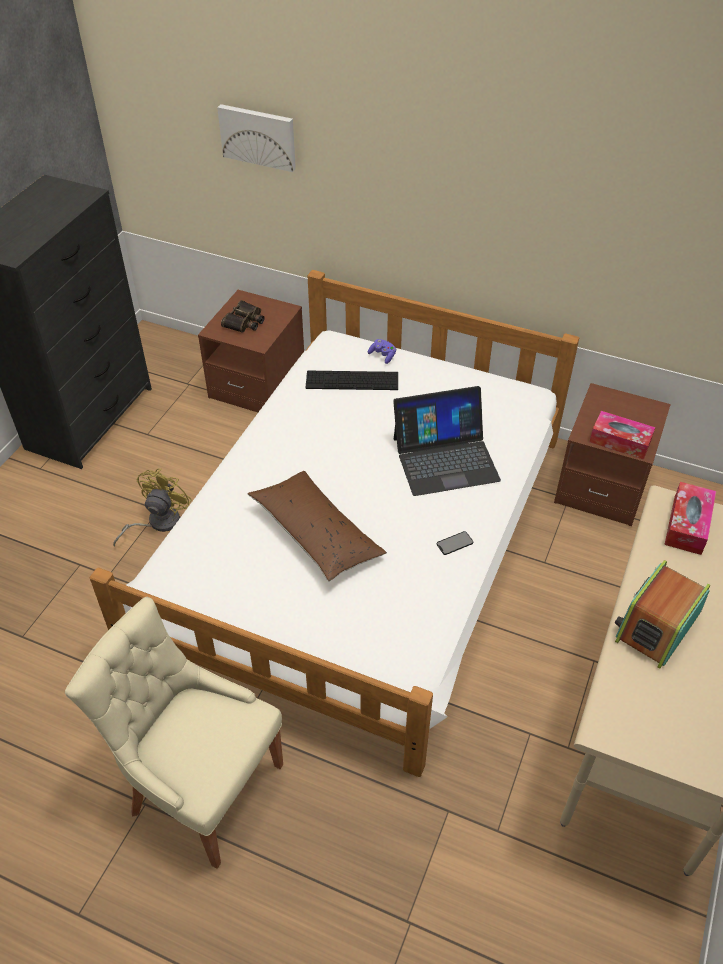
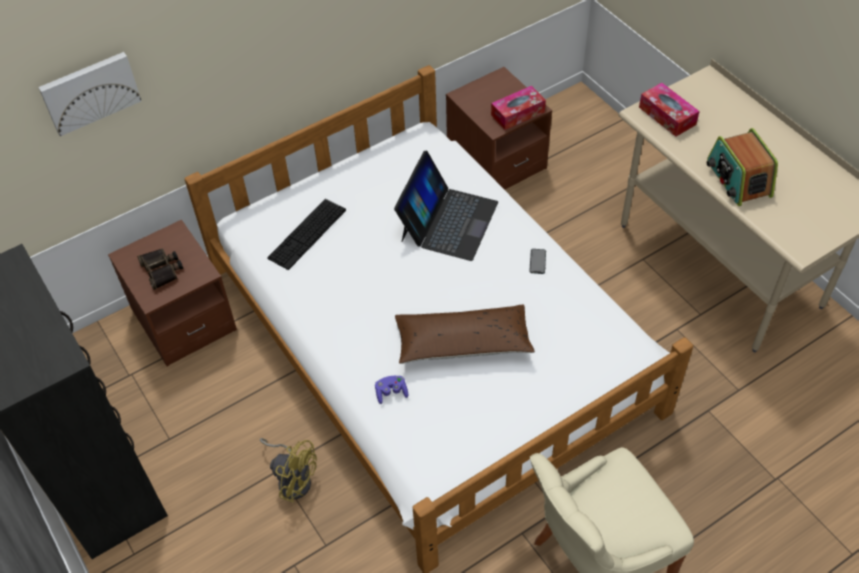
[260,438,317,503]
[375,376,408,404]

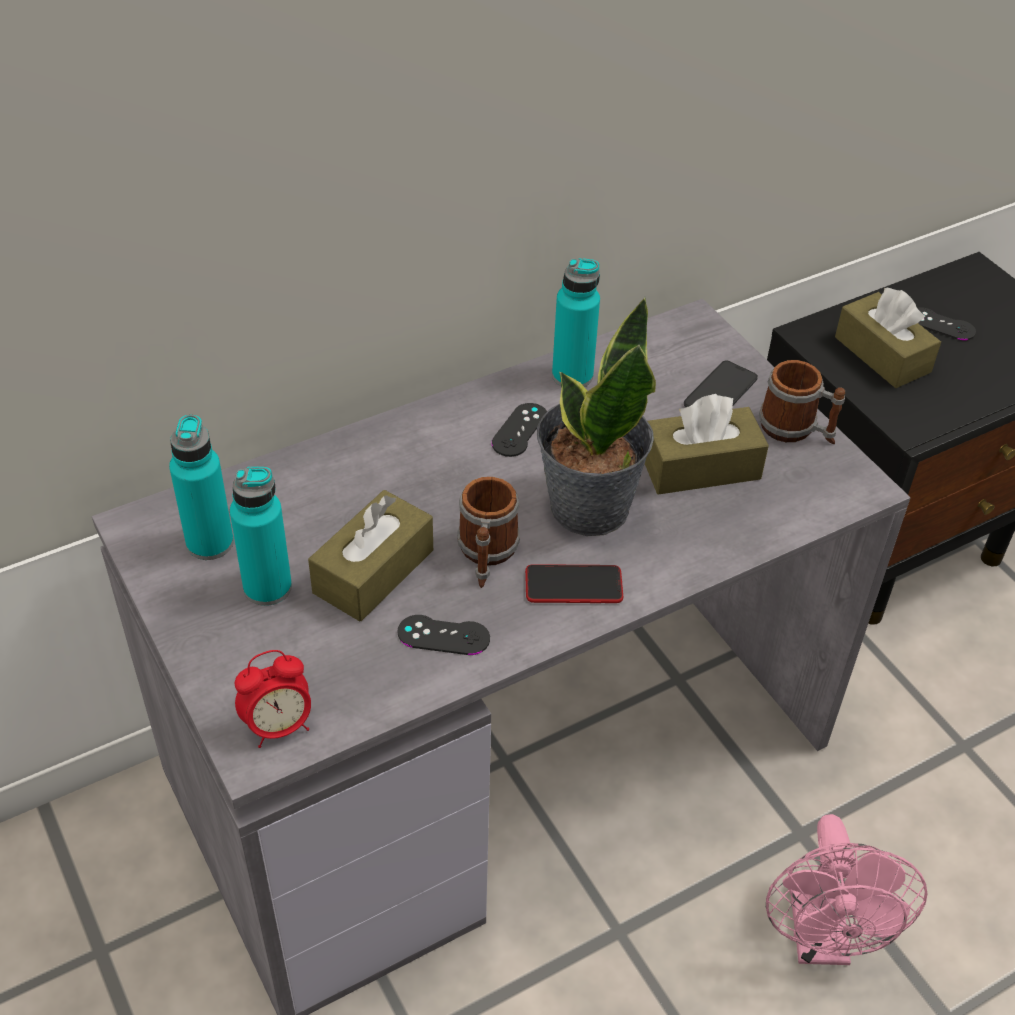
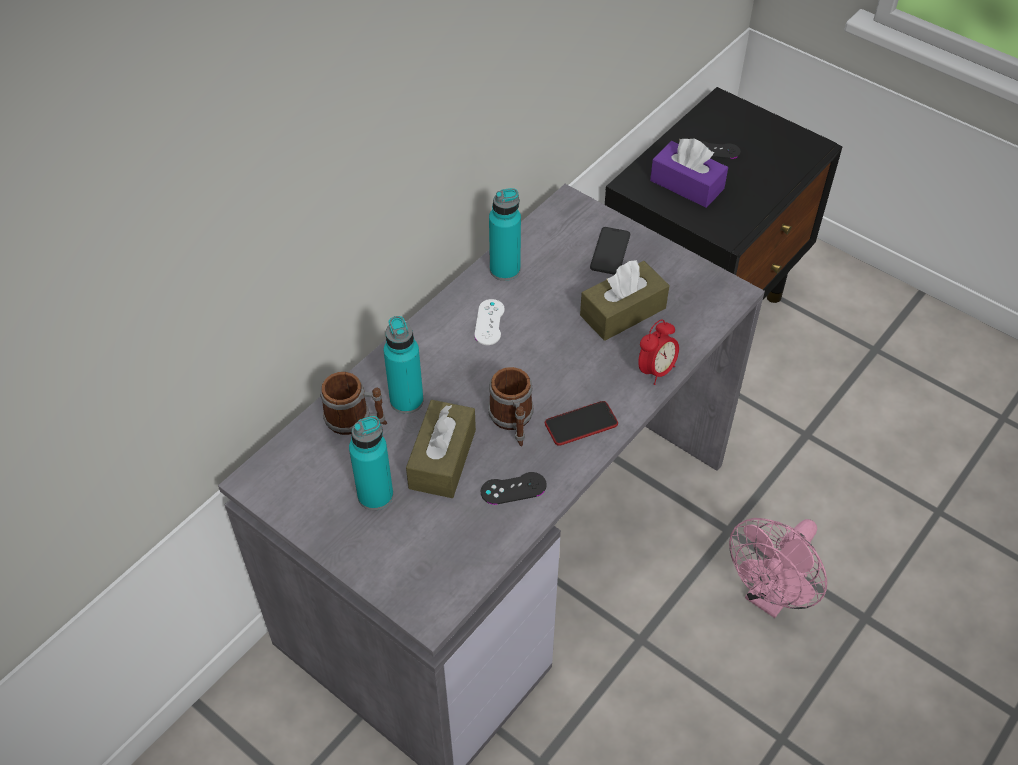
[320,372,387,435]
[384,316,424,414]
[474,299,505,345]
[638,319,679,385]
[650,138,728,208]
[729,518,827,618]
[537,297,656,536] (first image)

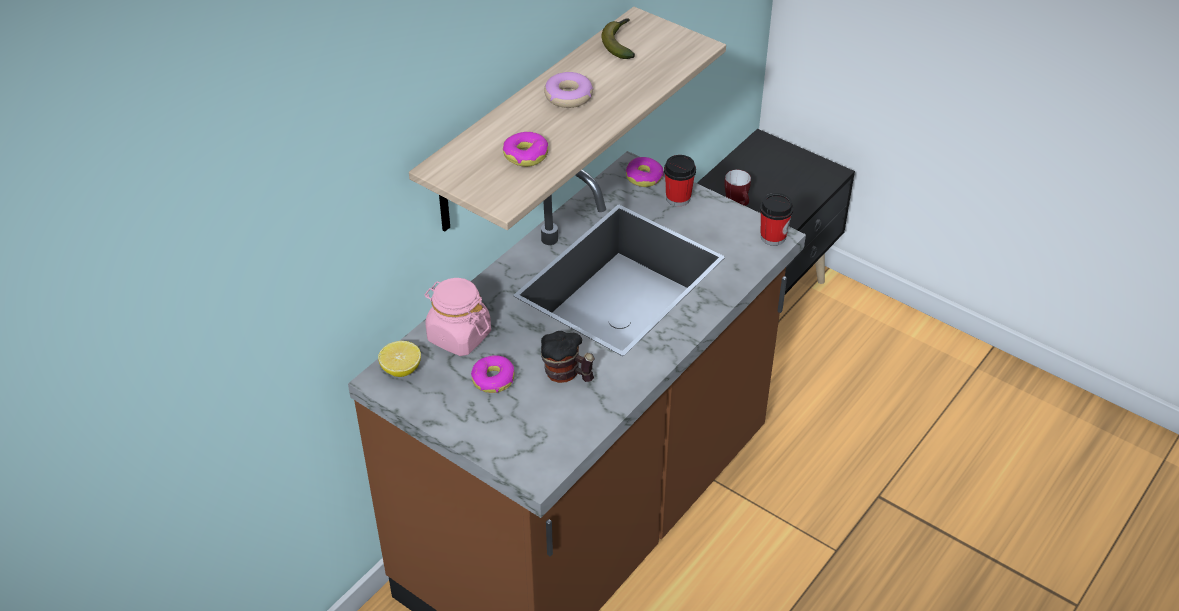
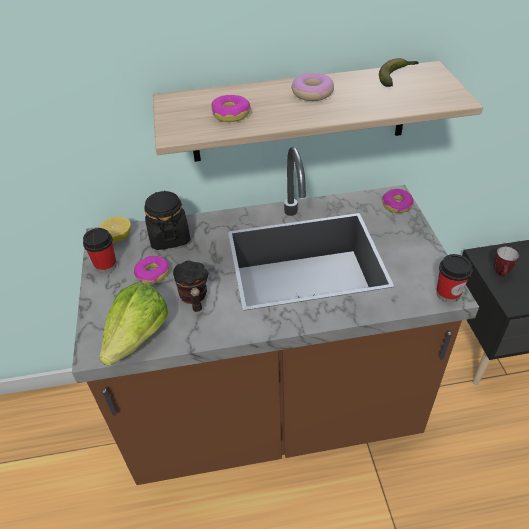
[83,228,117,273]
[99,283,168,366]
[144,190,190,250]

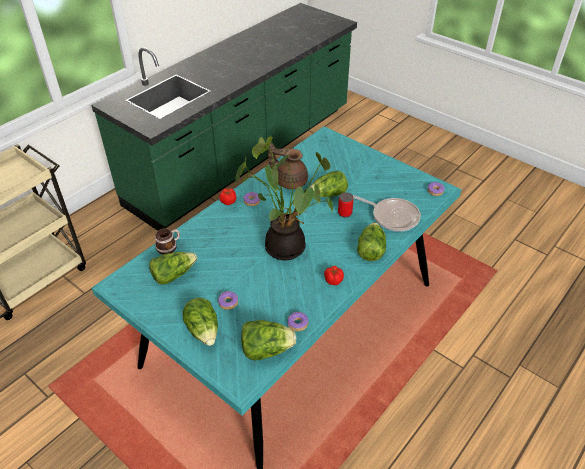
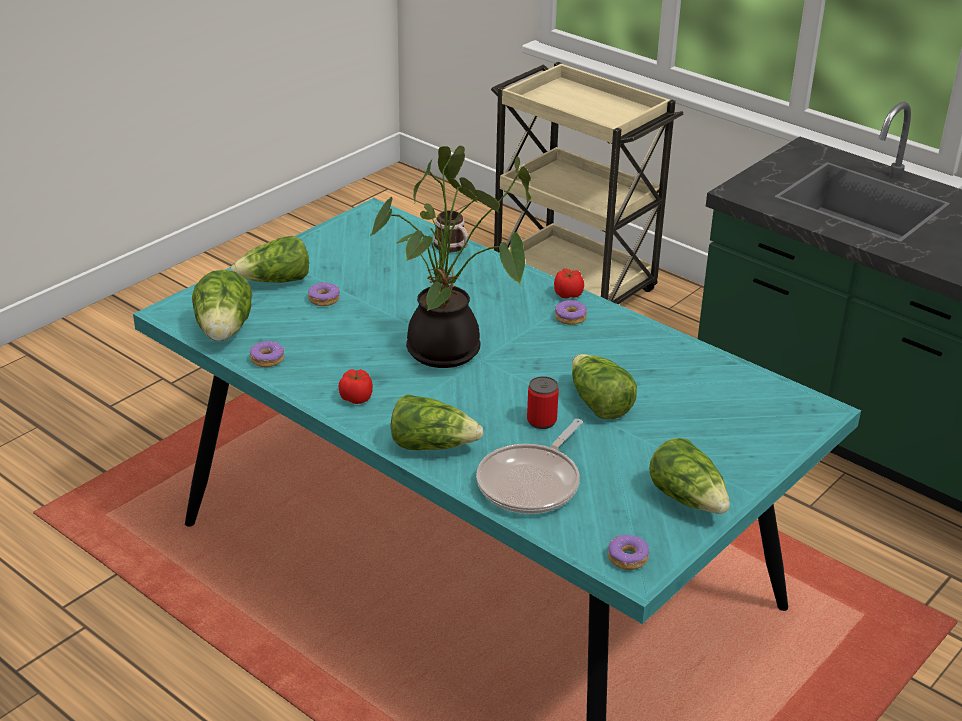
[649,438,730,514]
[268,143,308,189] (first image)

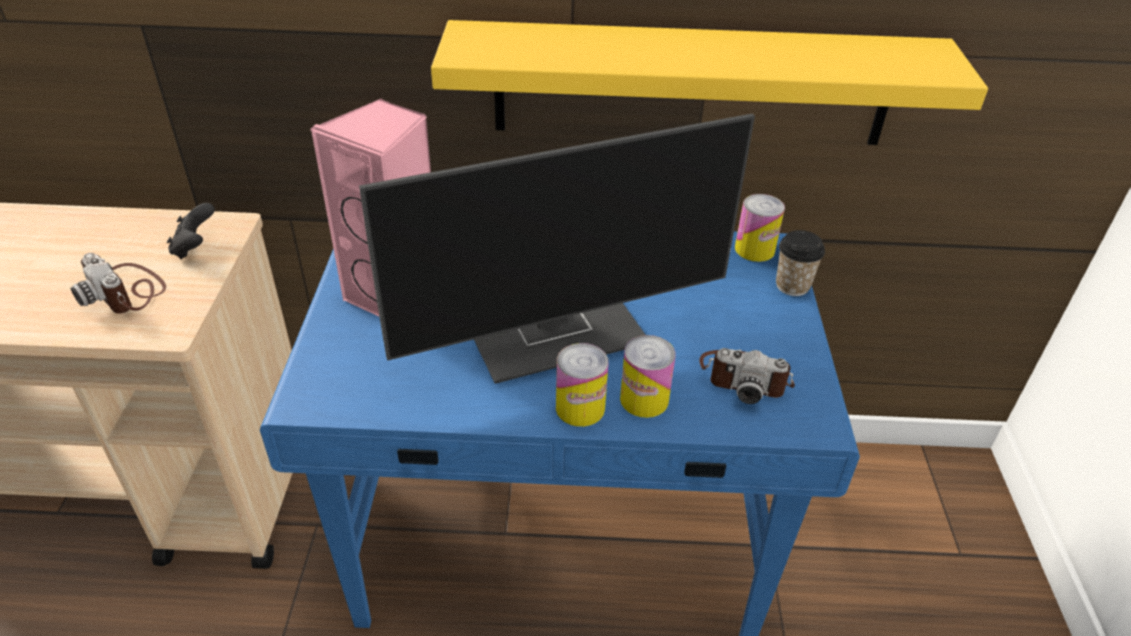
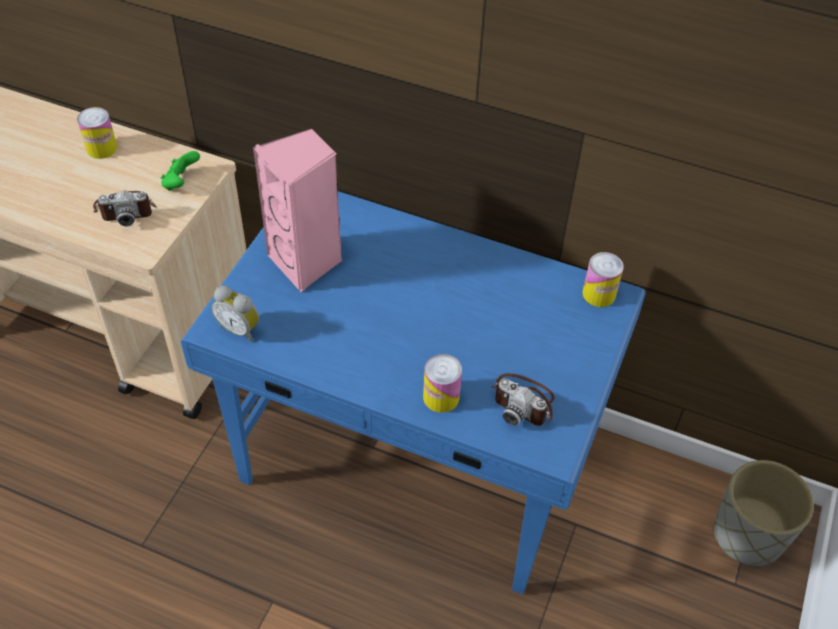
[77,107,117,159]
[93,191,157,227]
[161,151,200,191]
[212,286,259,342]
[714,460,814,567]
[359,114,755,384] (first image)
[431,20,988,145] (first image)
[776,230,825,296] (first image)

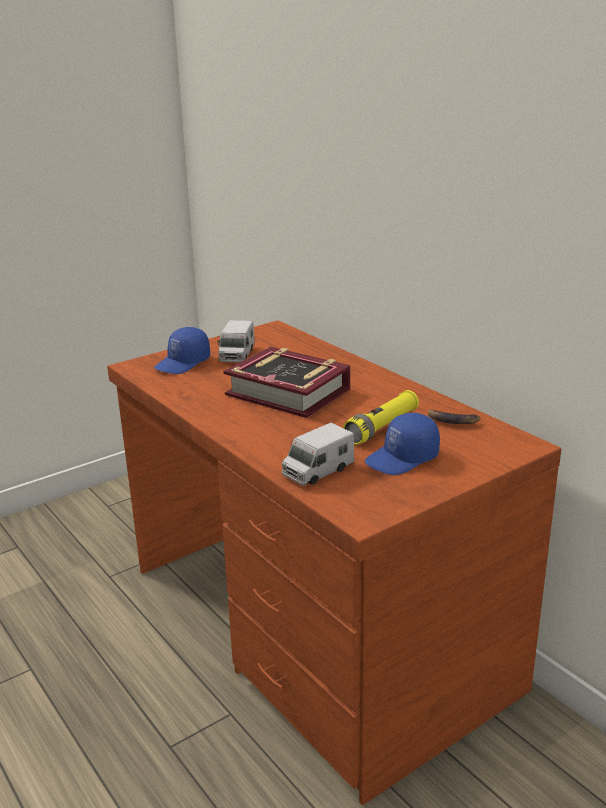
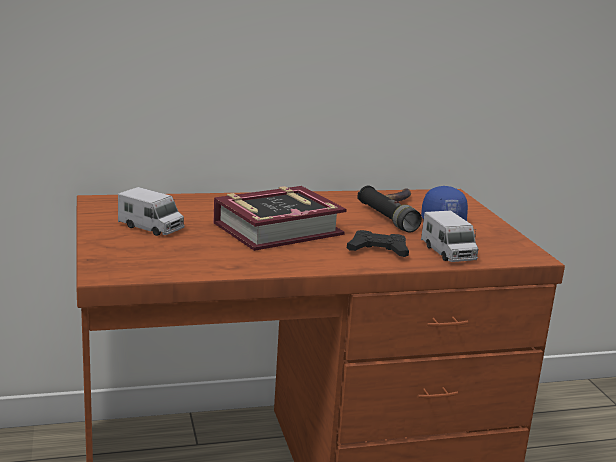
[347,230,409,257]
[357,186,422,233]
[154,327,210,374] (first image)

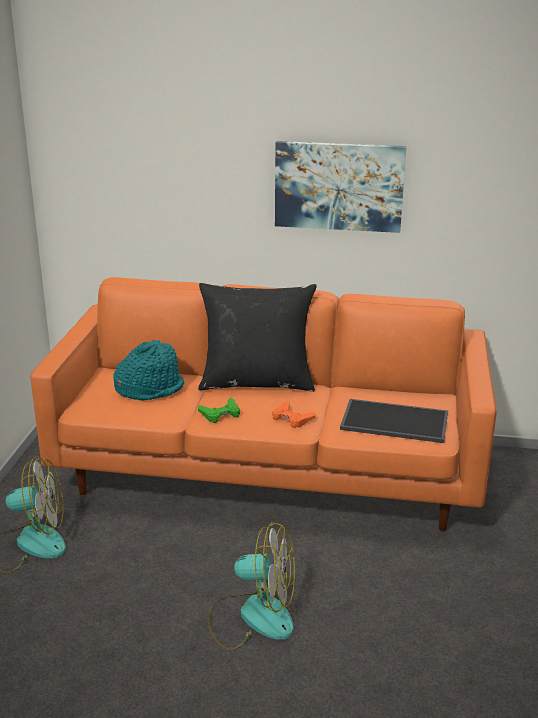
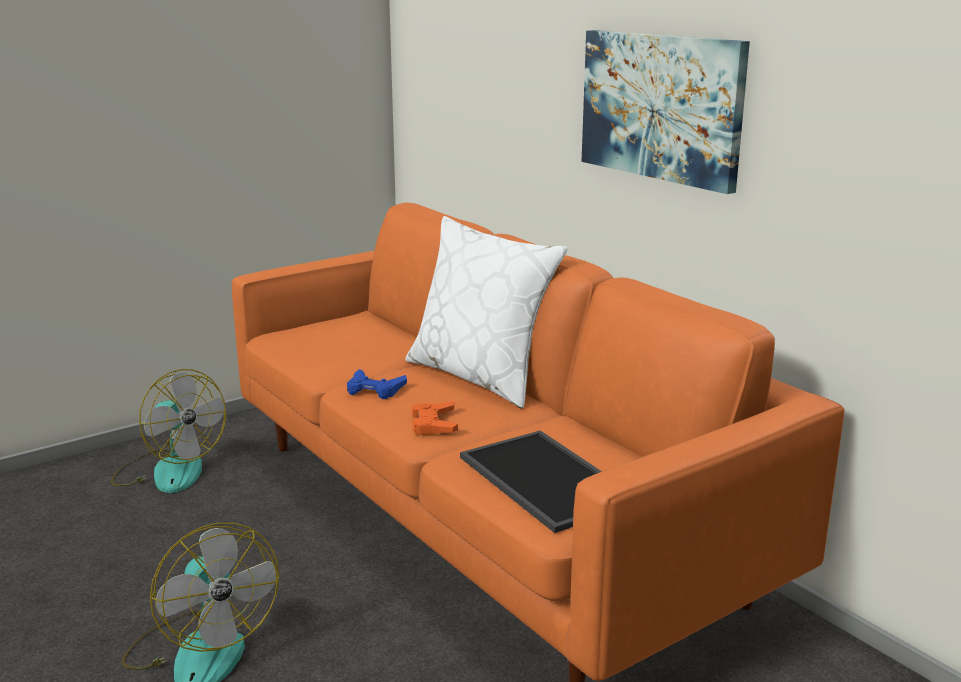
[347,369,407,399]
[405,216,568,409]
[113,340,184,401] (first image)

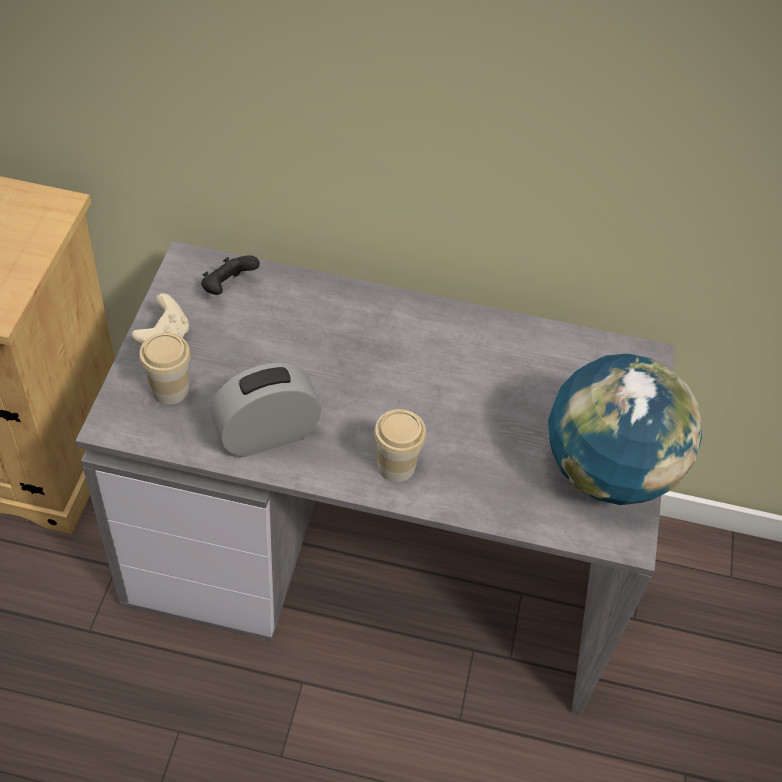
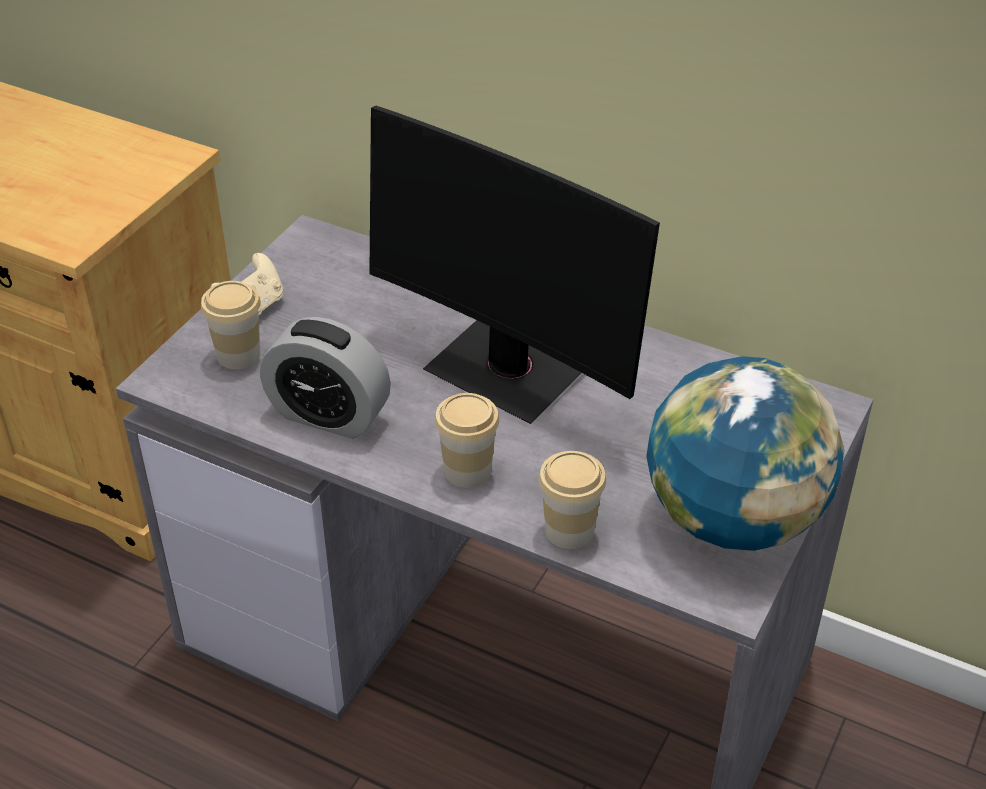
[260,317,391,439]
[369,106,660,424]
[539,451,606,549]
[201,255,260,295] (first image)

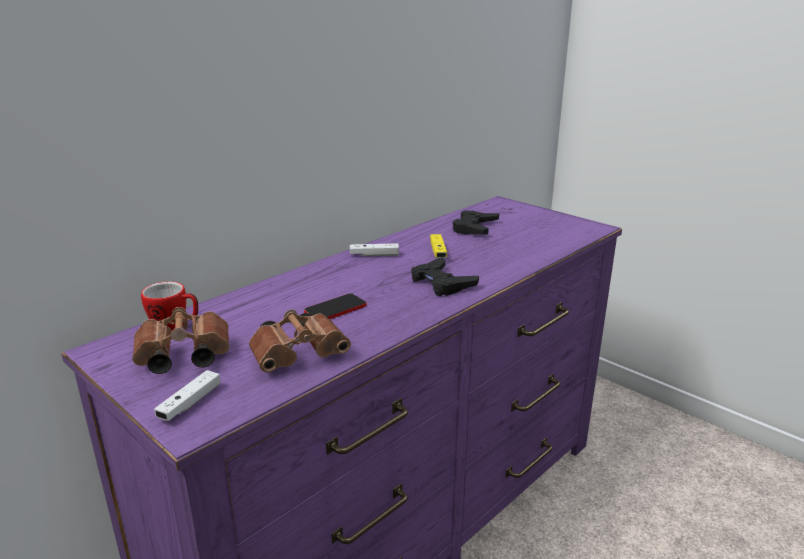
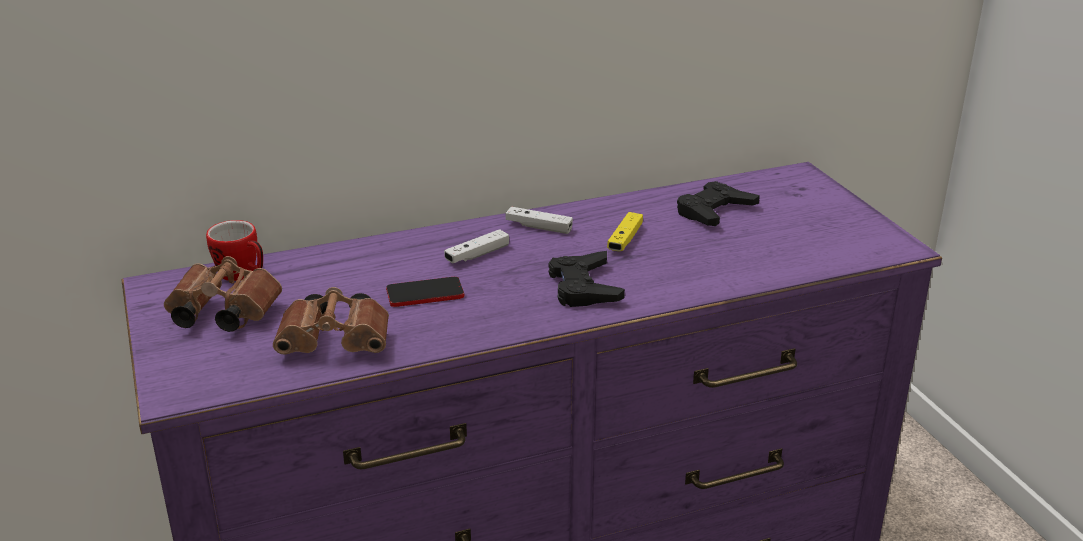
[444,229,509,263]

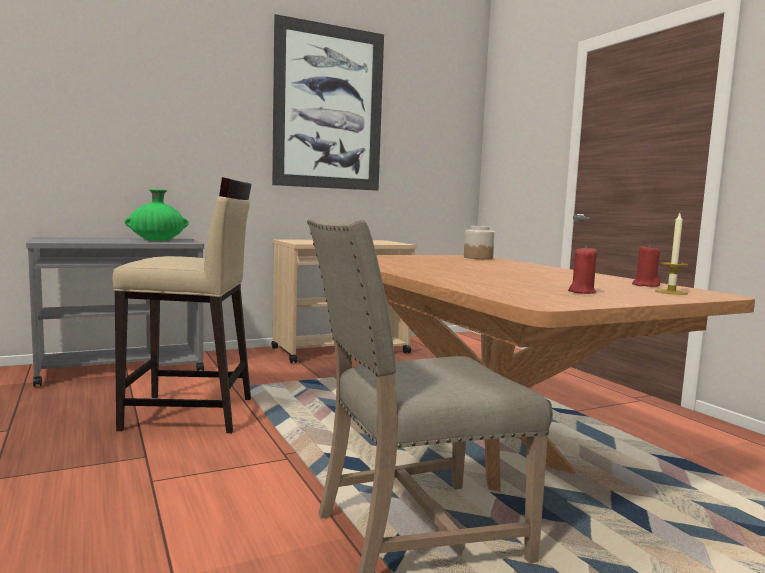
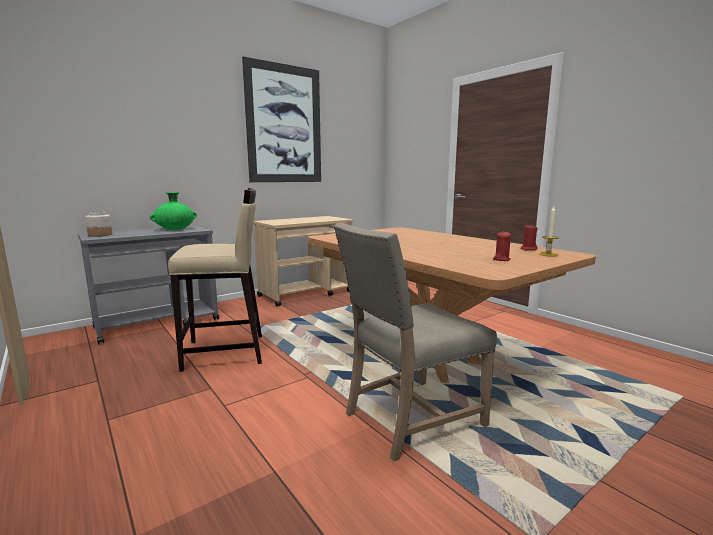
[85,212,112,237]

